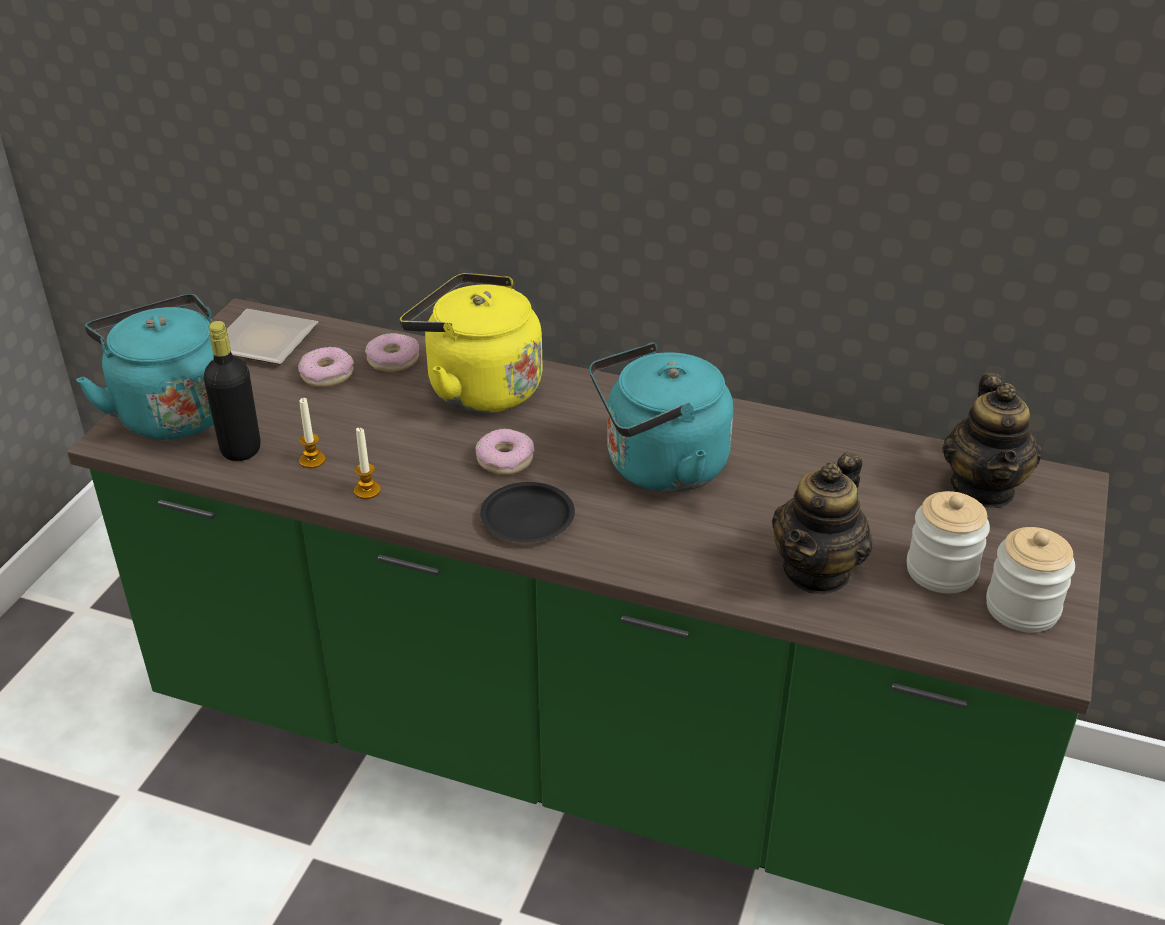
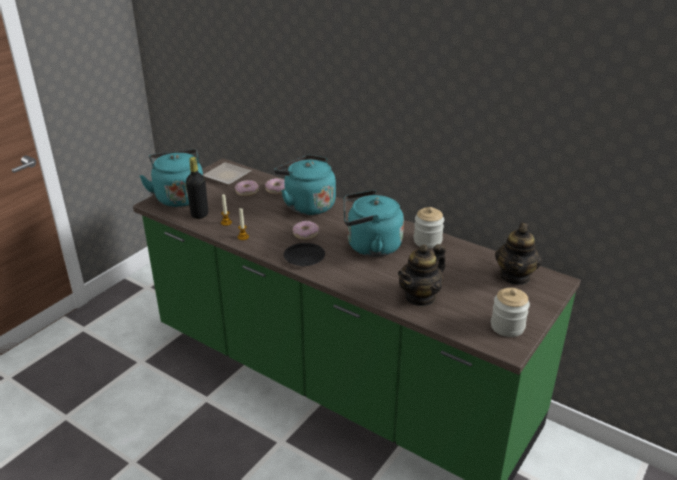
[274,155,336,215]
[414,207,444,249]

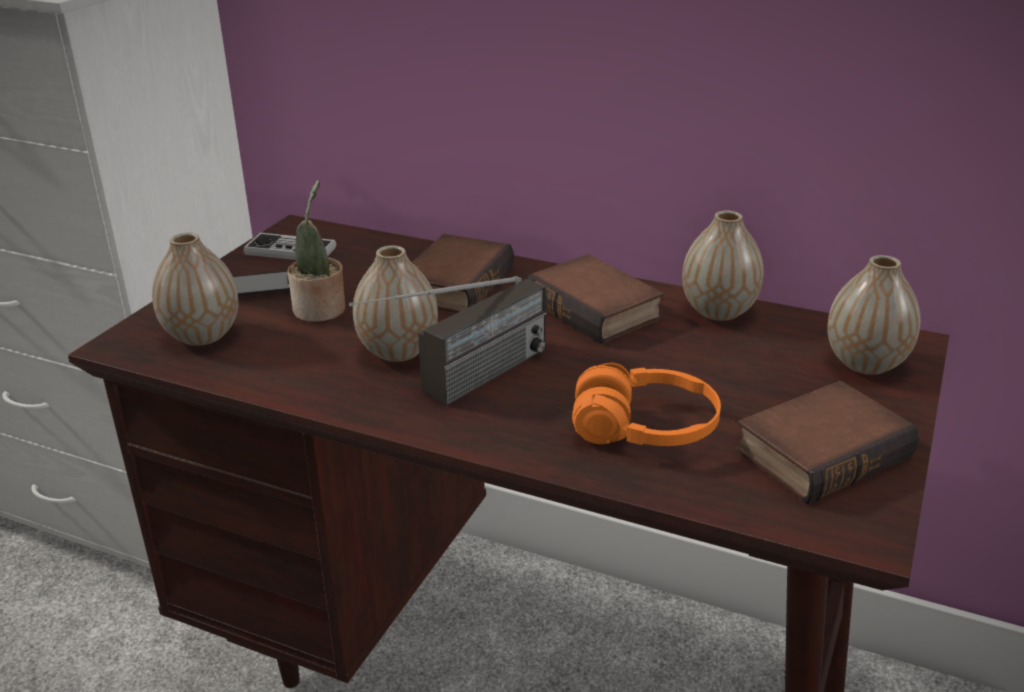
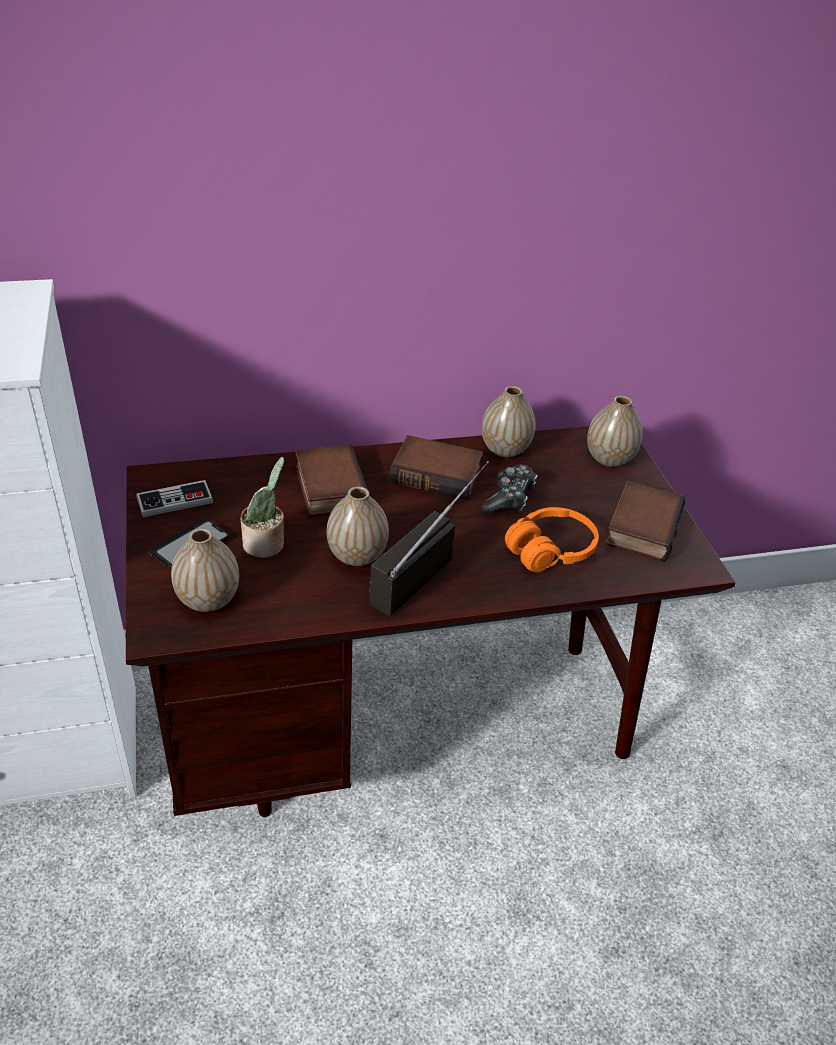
[369,461,489,616]
[481,464,537,514]

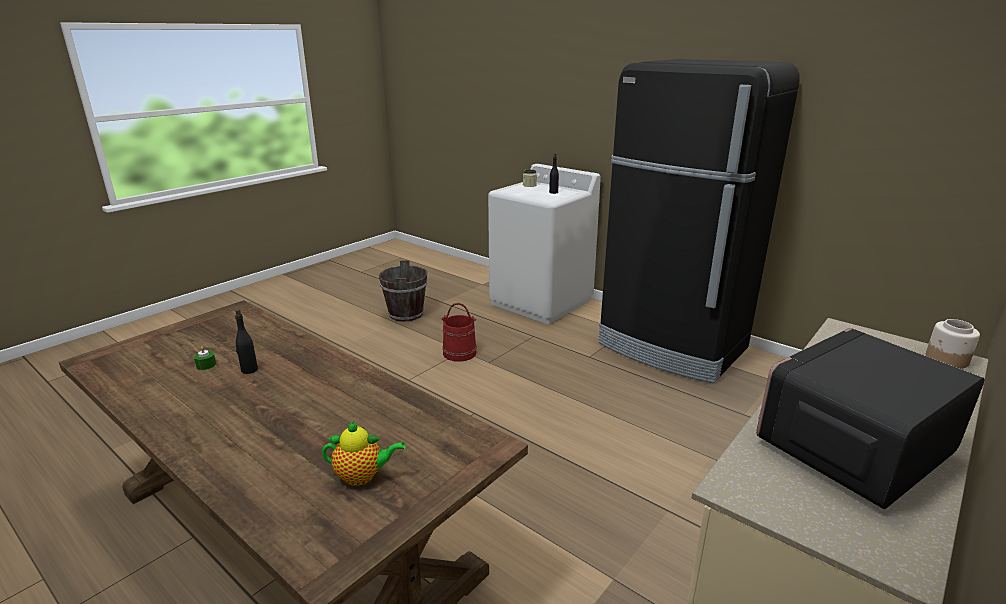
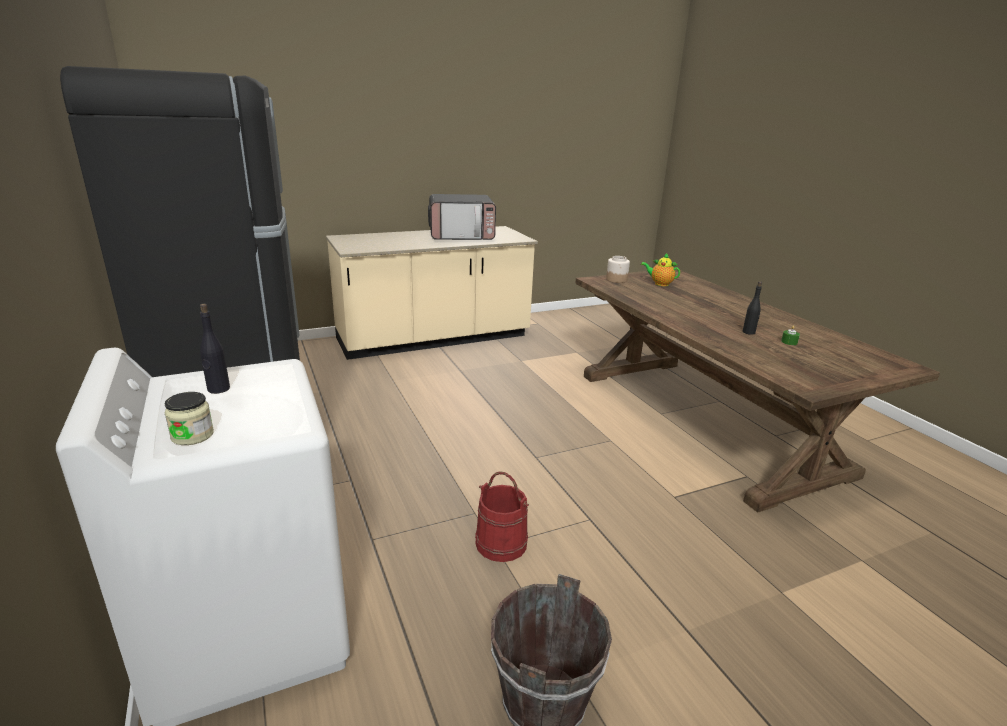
[606,256,630,283]

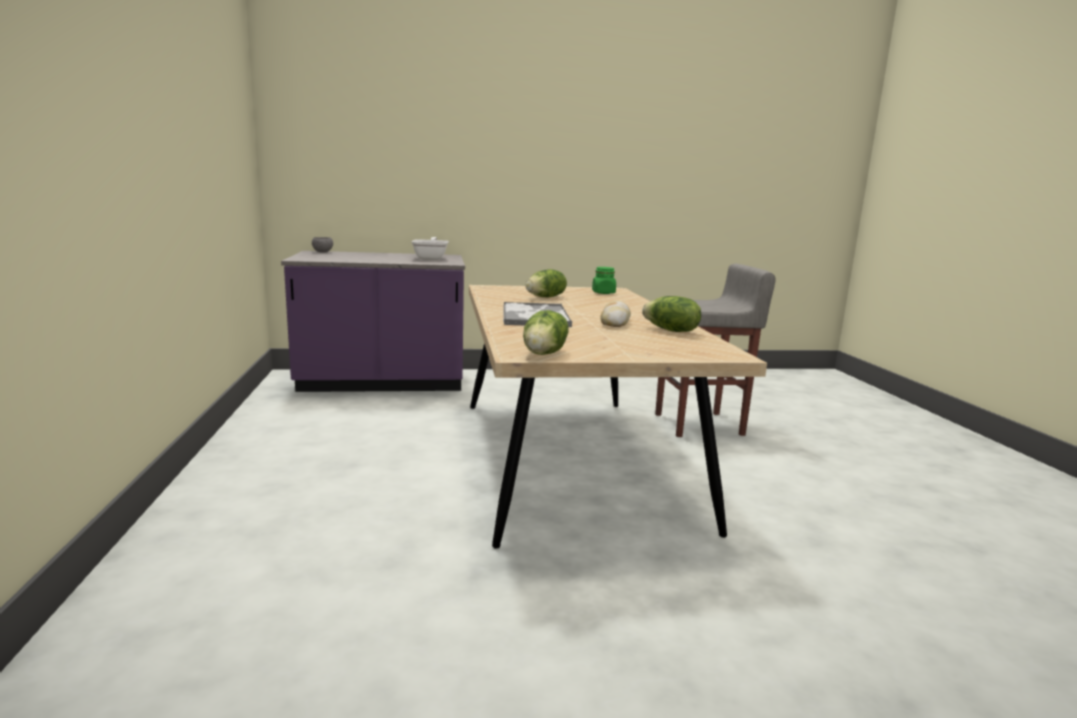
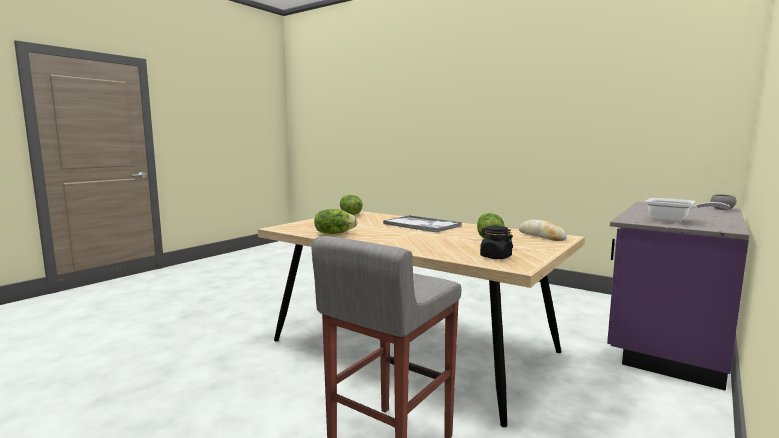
[480,226,513,259]
[519,219,567,241]

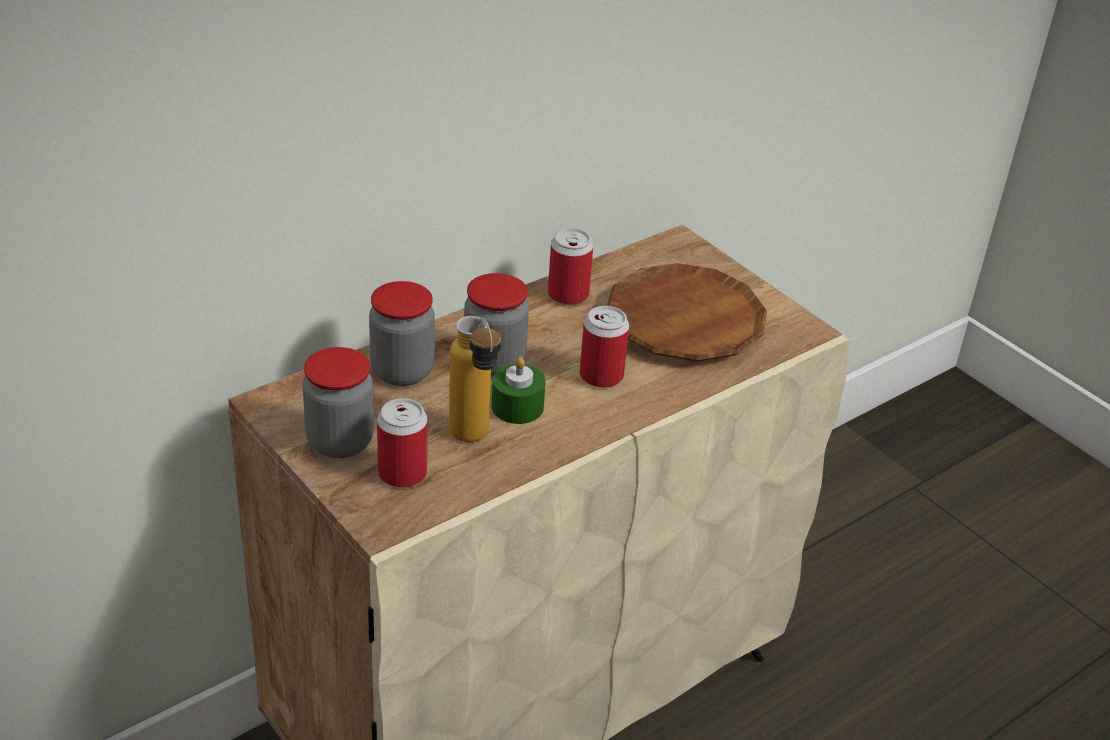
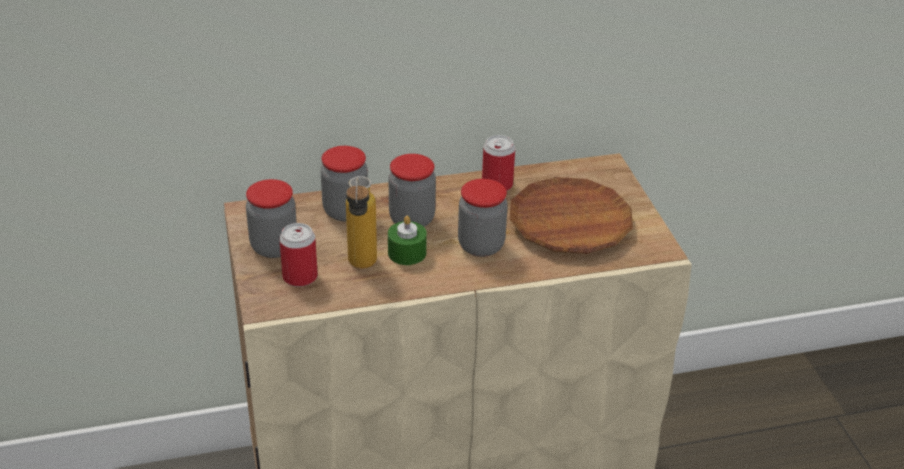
[458,179,508,257]

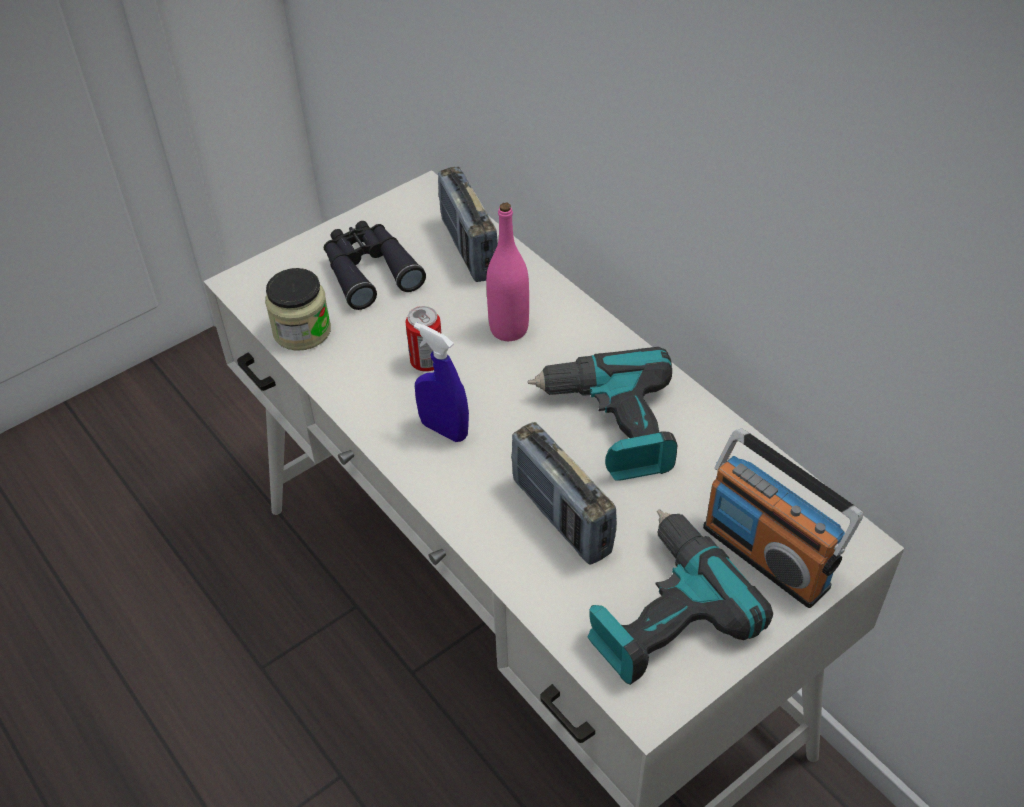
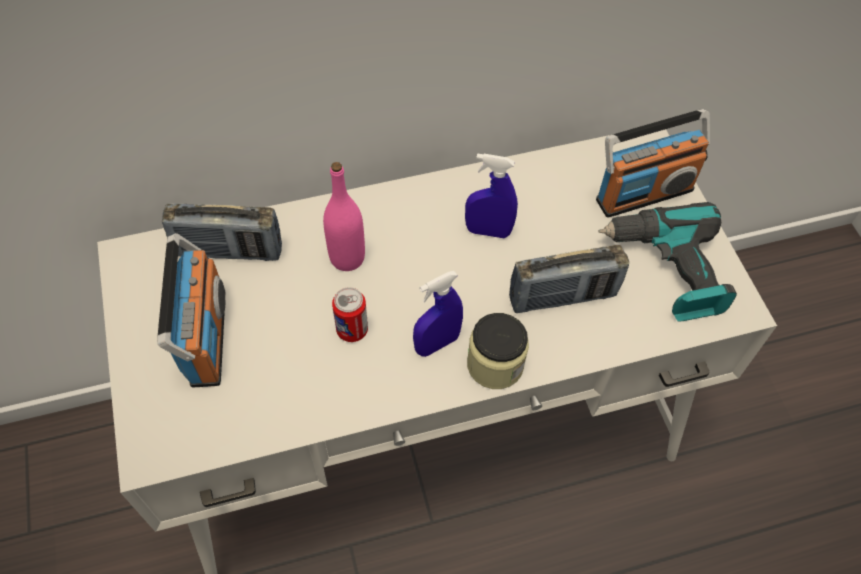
[157,233,225,388]
[465,154,518,238]
[467,313,529,389]

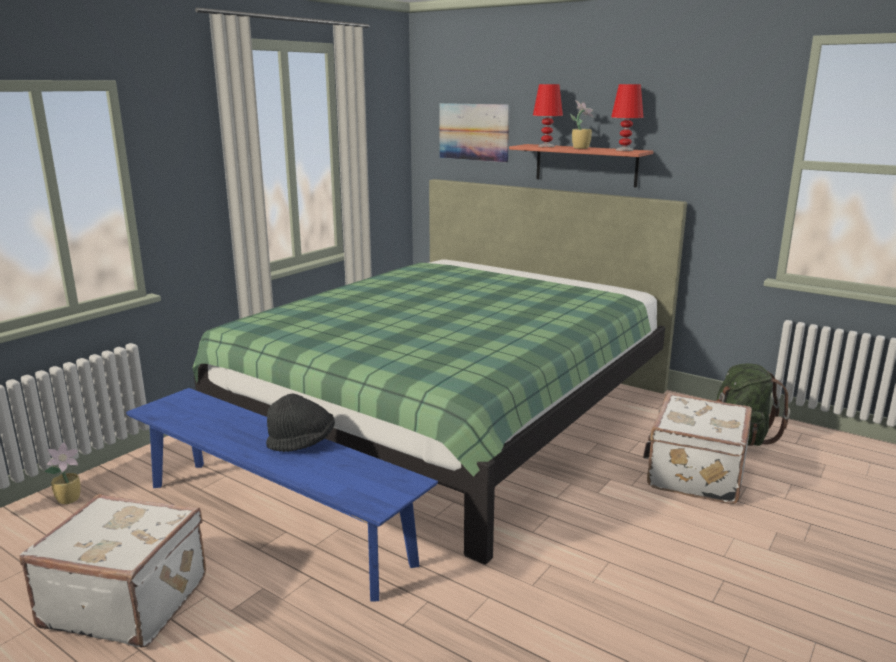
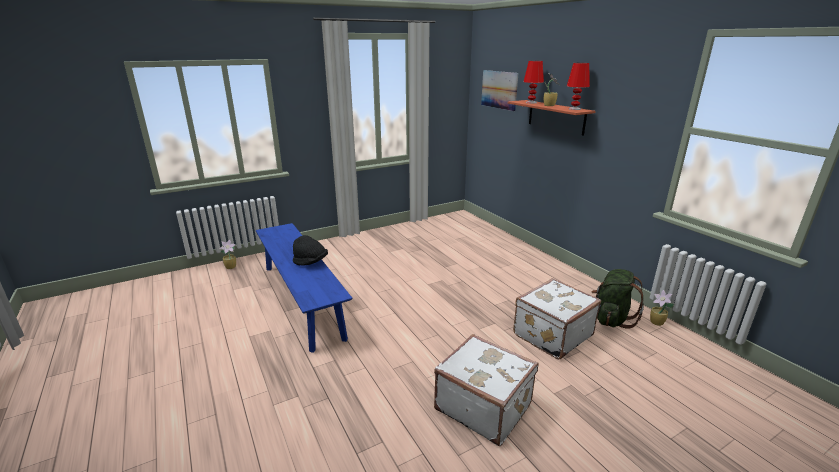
[434,334,538,446]
[650,290,674,326]
[192,179,687,565] (first image)

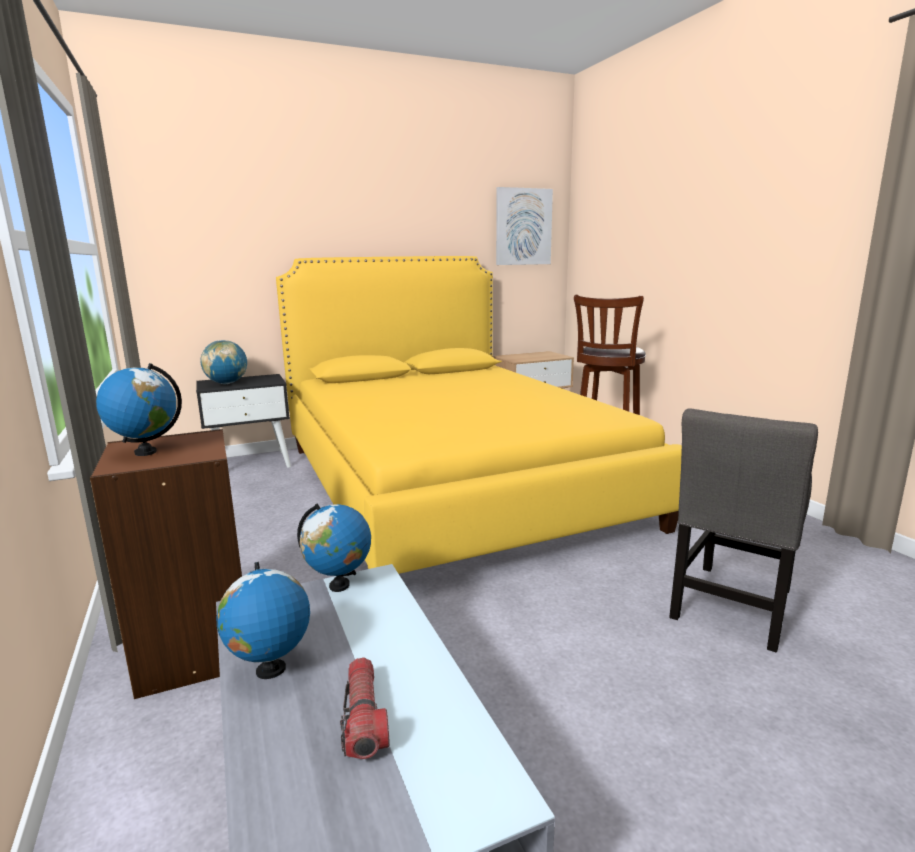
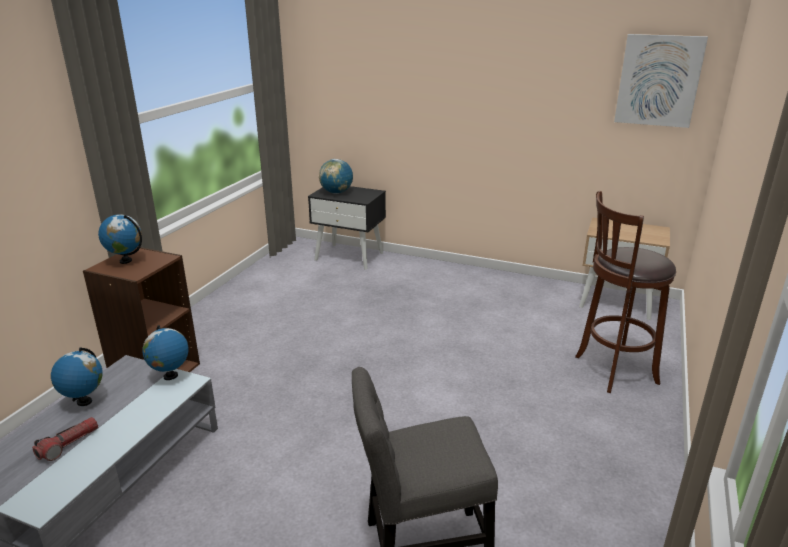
[276,256,682,574] (first image)

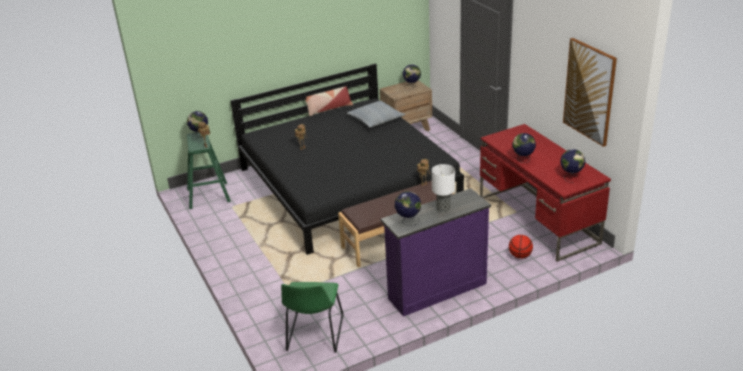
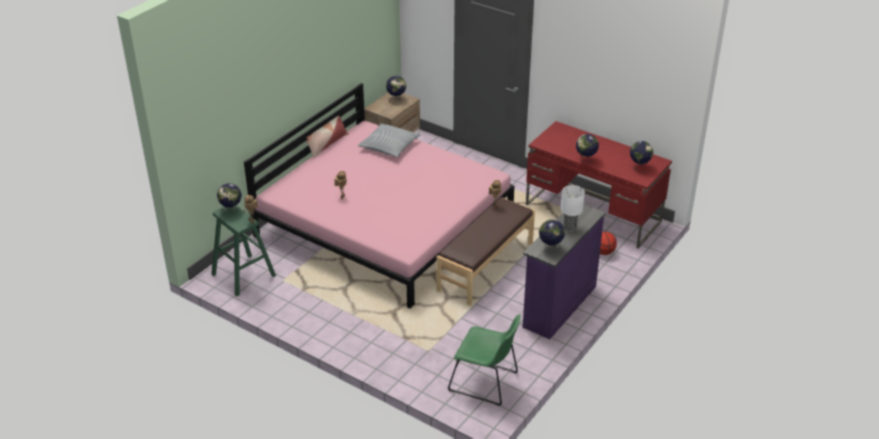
[244,83,514,308]
[448,314,521,406]
[563,38,617,147] (first image)

